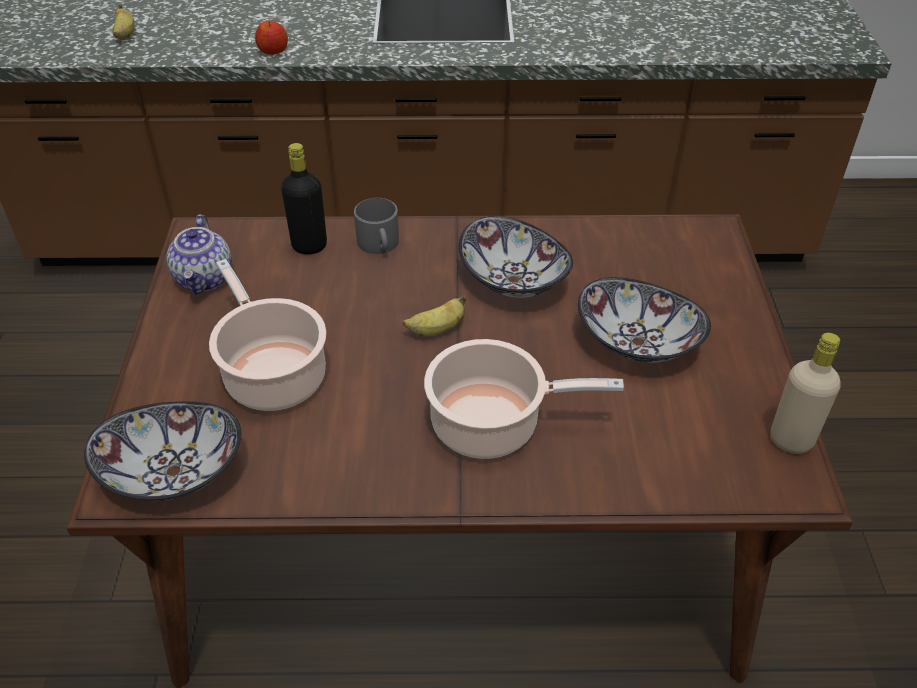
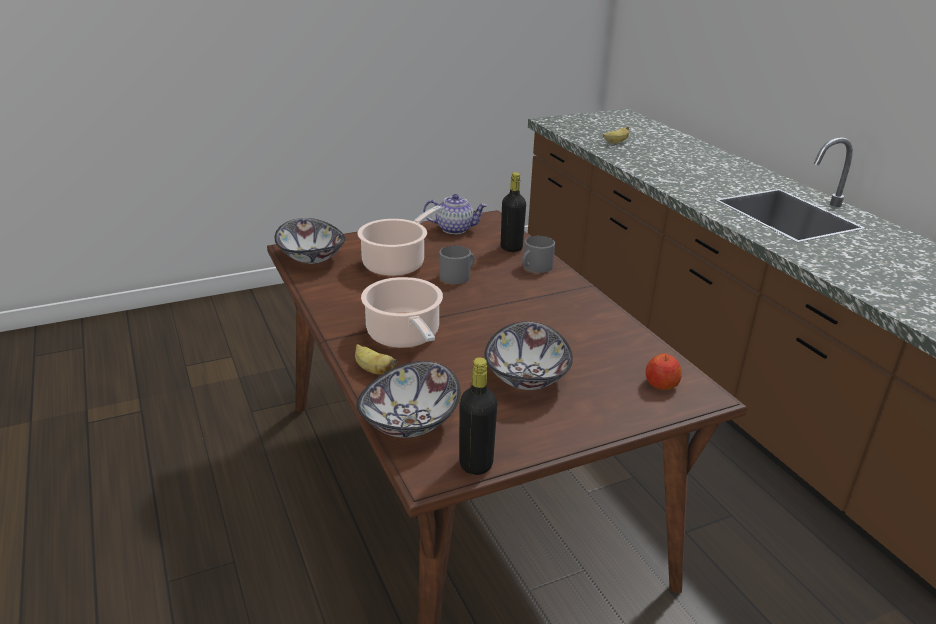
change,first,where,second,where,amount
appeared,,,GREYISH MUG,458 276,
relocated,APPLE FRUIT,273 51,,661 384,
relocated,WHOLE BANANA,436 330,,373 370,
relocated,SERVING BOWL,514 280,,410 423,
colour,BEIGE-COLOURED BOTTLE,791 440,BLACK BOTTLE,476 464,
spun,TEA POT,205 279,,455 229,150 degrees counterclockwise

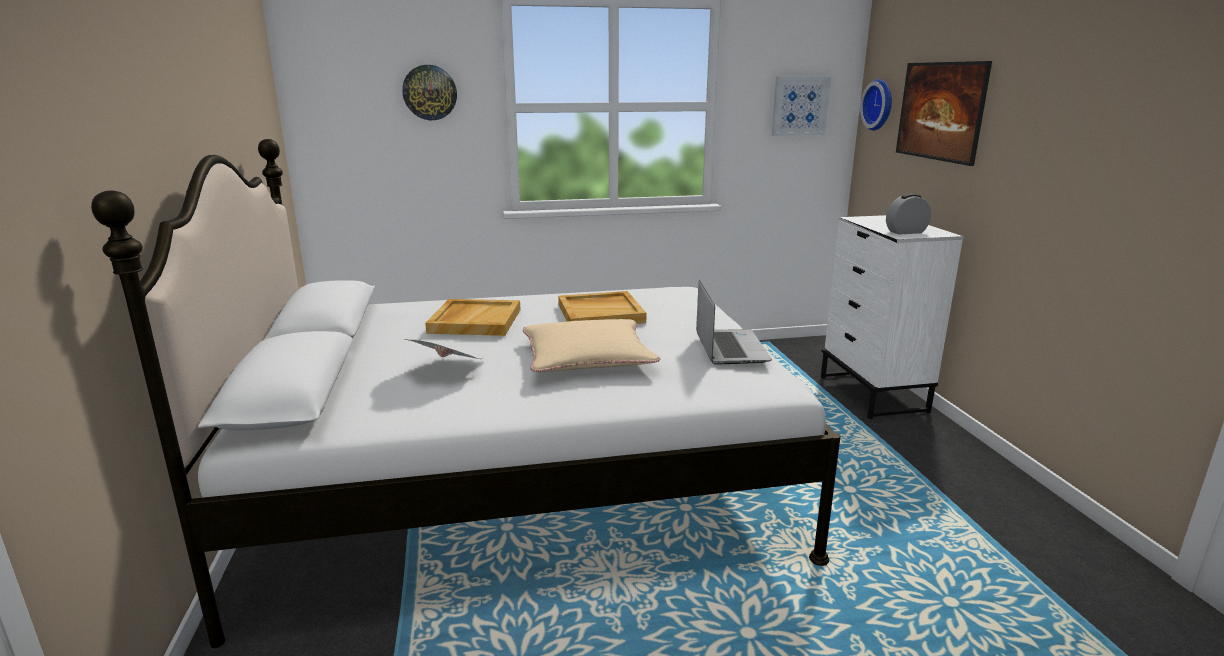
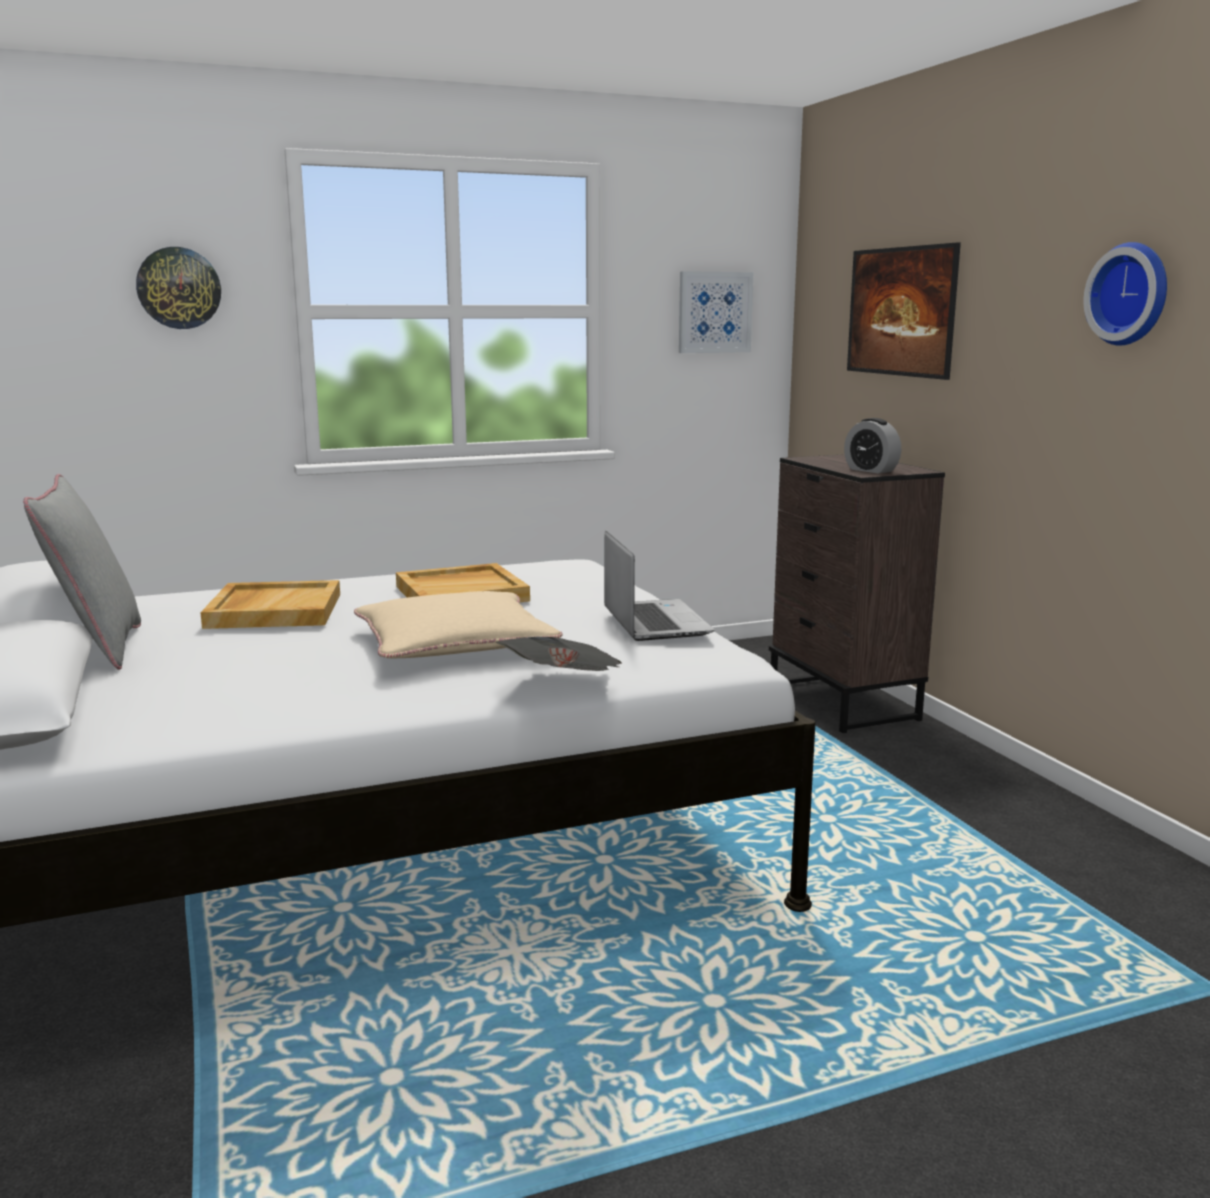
change,first,where,second,where,amount
appeared,,,GREYISH PILLOW,98 648,
relocated,NEWSPAPER,448 370,,564 688,
relocated,CLOCK ON THE WALL,880 104,,1132 294,
colour,WHITE-COLOURED CHEST OF DRAWERS,873 394,BROWN-COLOURED CHEST OF DRAWERS,843 703,
spun,ALARM CLOCK,906 232,,871 470,105 degrees counterclockwise

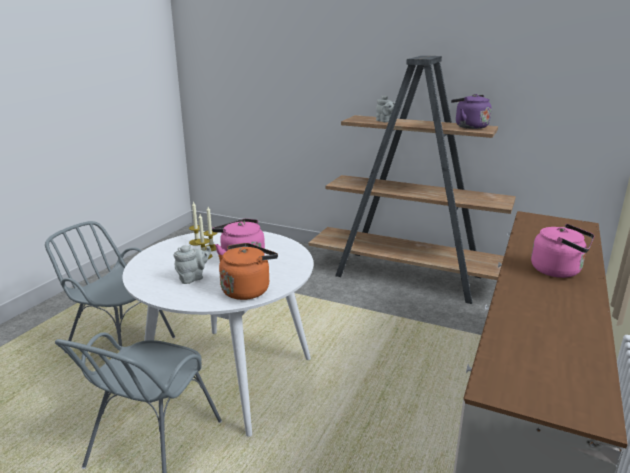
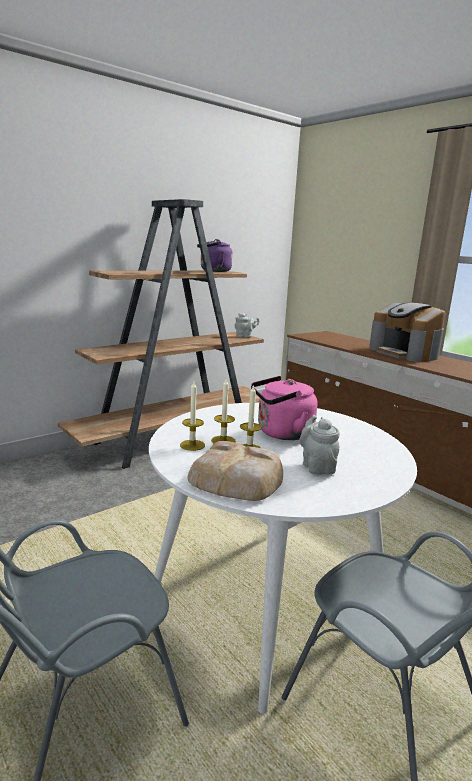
change,first,where,second,where,amount
missing,ORANGE TEA KETTLE,247 290,,,
appeared,,,BREAD,238 479,
relocated,GREYISH TEA POT,385 121,,245 336,
exchanged,PINK-COLOURED TEA KETTLE,558 271,COFFEE MAKER,404 353,

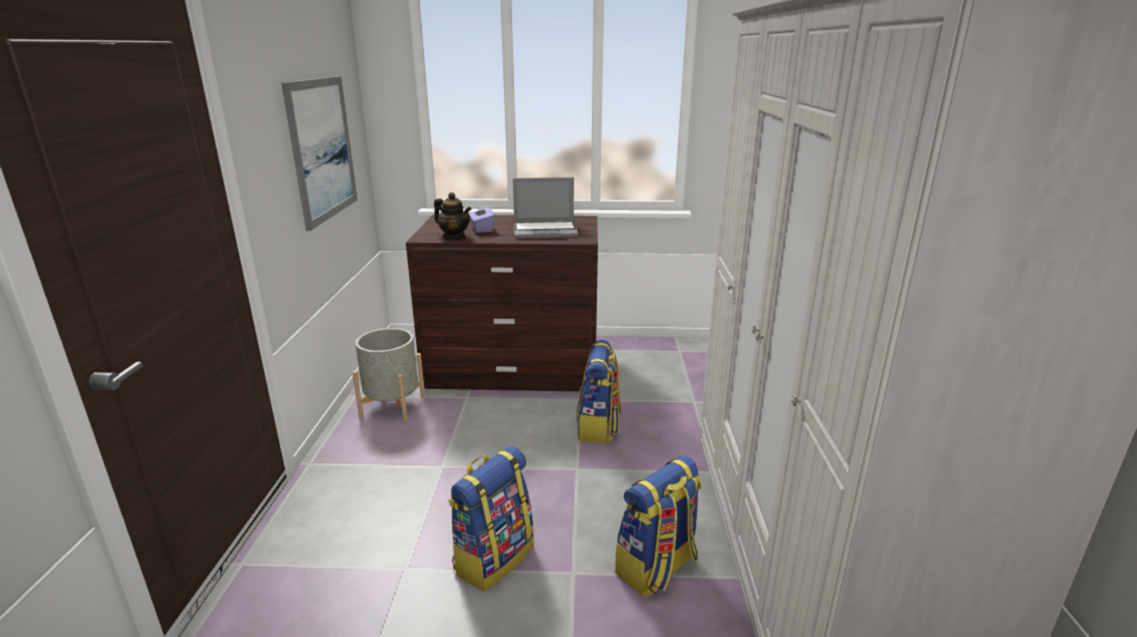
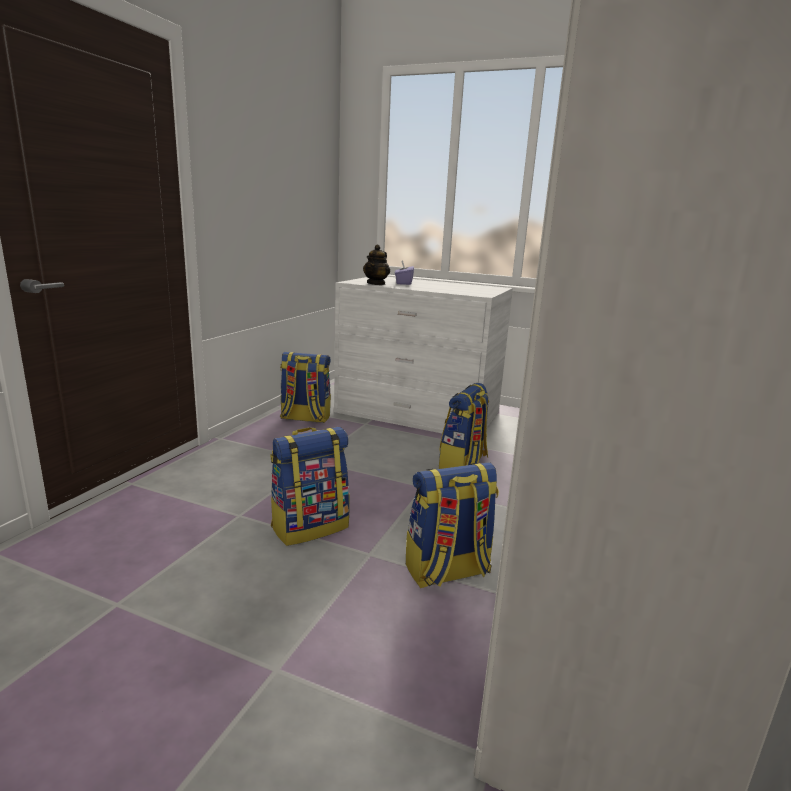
change,first,where,second,where,amount
missing,WALL PICTURE,322 149,,,
missing,PORTABLE COMPUTER,546 231,,,
exchanged,GREYISH PLANT POT,393 406,KNAPSACK,305 418,
colour,BROWN-COLOURED CHEST OF DRAWERS,513 365,WHITE-COLOURED CHEST OF DRAWERS,418 411,
spun,TEA POT,454 237,,376 284,60 degrees clockwise

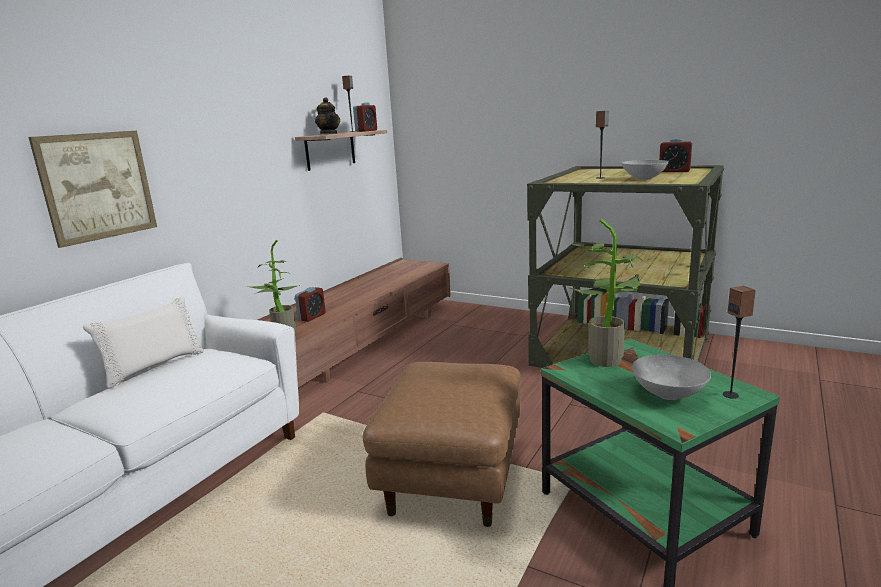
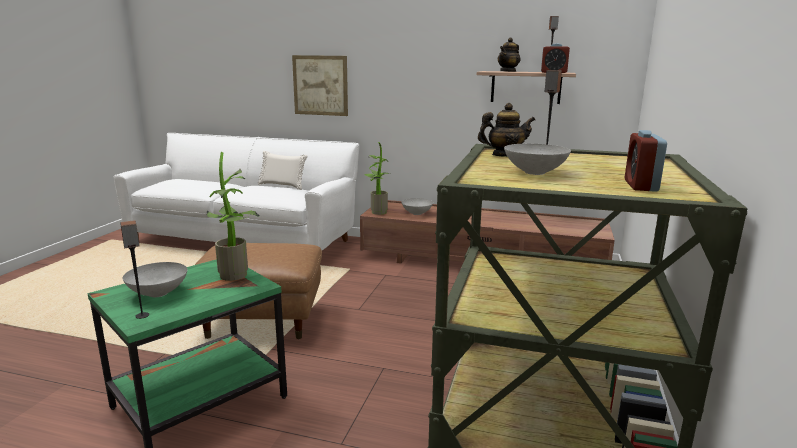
change,first,where,second,where,amount
appeared,,,TEA POT,504 155,
exchanged,ALARM CLOCK,312 317,GREYISH SERVING BOWL,417 213,

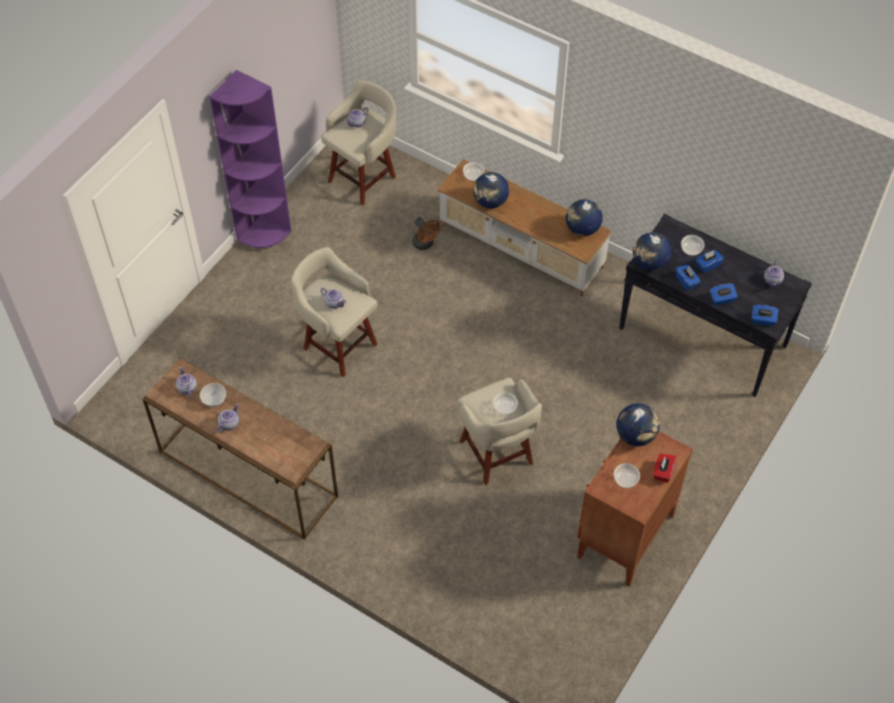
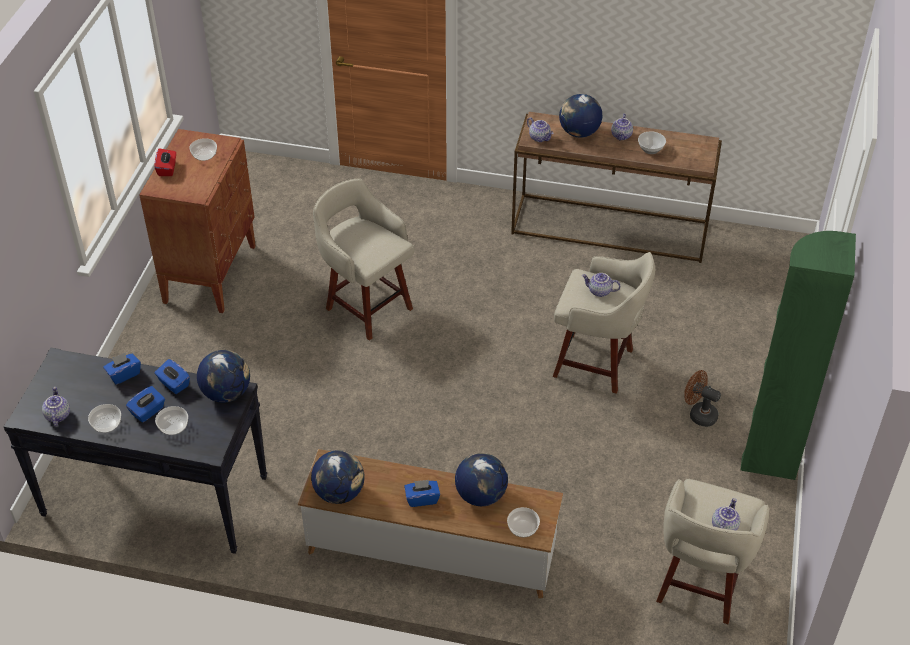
change,first,where,second,where,amount
relocated,TEA POT,186 388,,540 137,
relocated,BROWN-COLOURED COOLING FAN,425 244,,698 414,
relocated,SERVING BOWL,505 407,,106 424,
relocated,WORLD GLOBE,636 435,,579 133,
relocated,BLUE BOX OF TISSUES,763 320,,422 499,
colour,PURPLE BOOKCASE,264 237,GREENISH BOOKCASE,770 461,

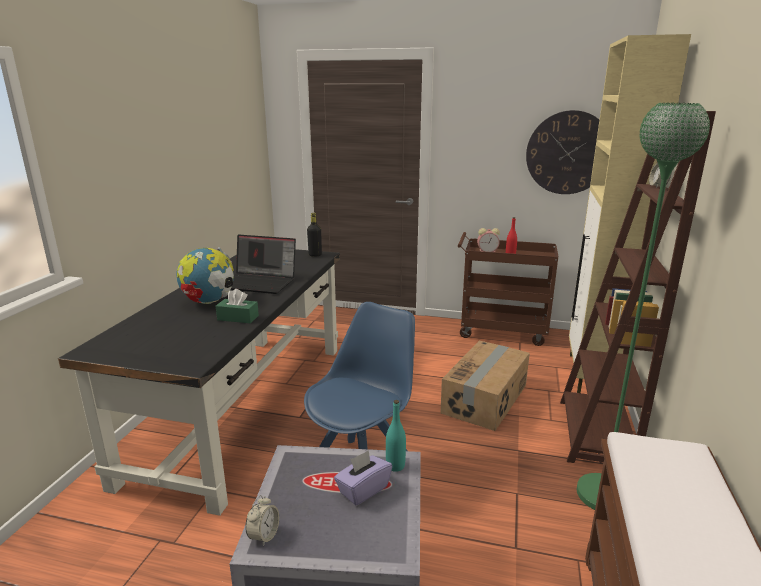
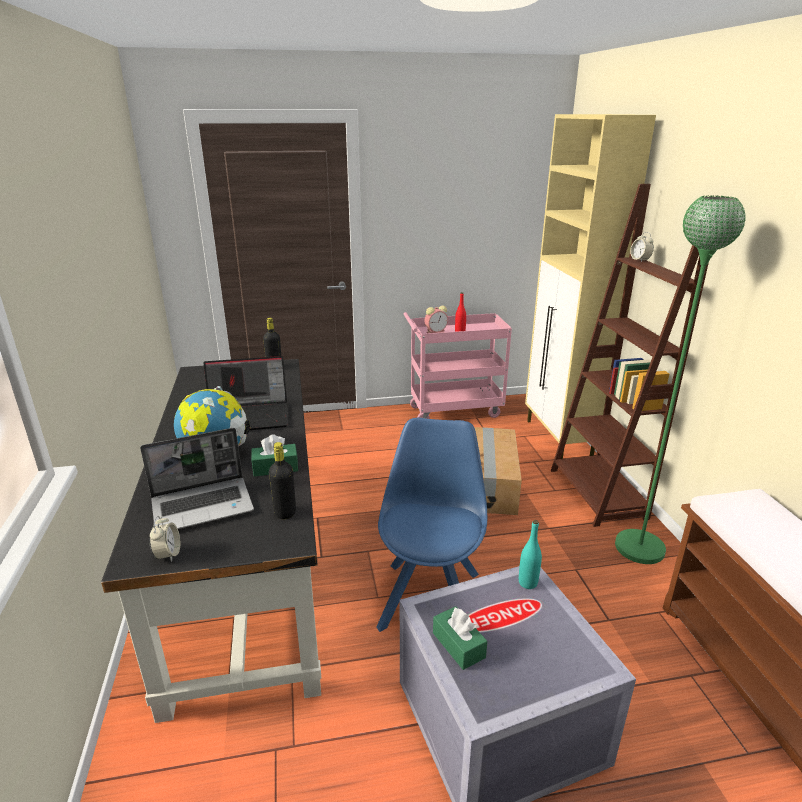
change,first,where,second,where,amount
missing,PURPLE BOX OF TISSUES,363 489,,,
missing,CLOCK ON THE WALL,568 153,,,
appeared,,,PORTABLE COMPUTER,203 505,
appeared,,,BLACK BOTTLE,285 513,
appeared,,,GREENISH BOX OF TISSUES,458 645,
relocated,ALARM CLOCK,264 536,,168 554,
colour,BROWN-COLOURED WHEELED CART,500 334,PINK-COLOURED WHEELED CART,452 412,

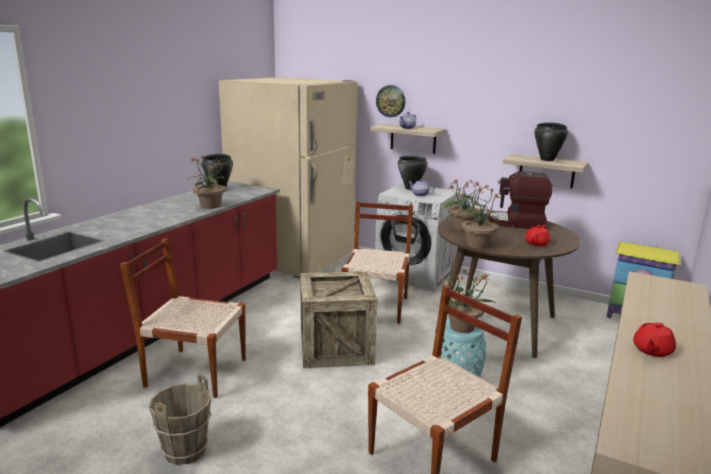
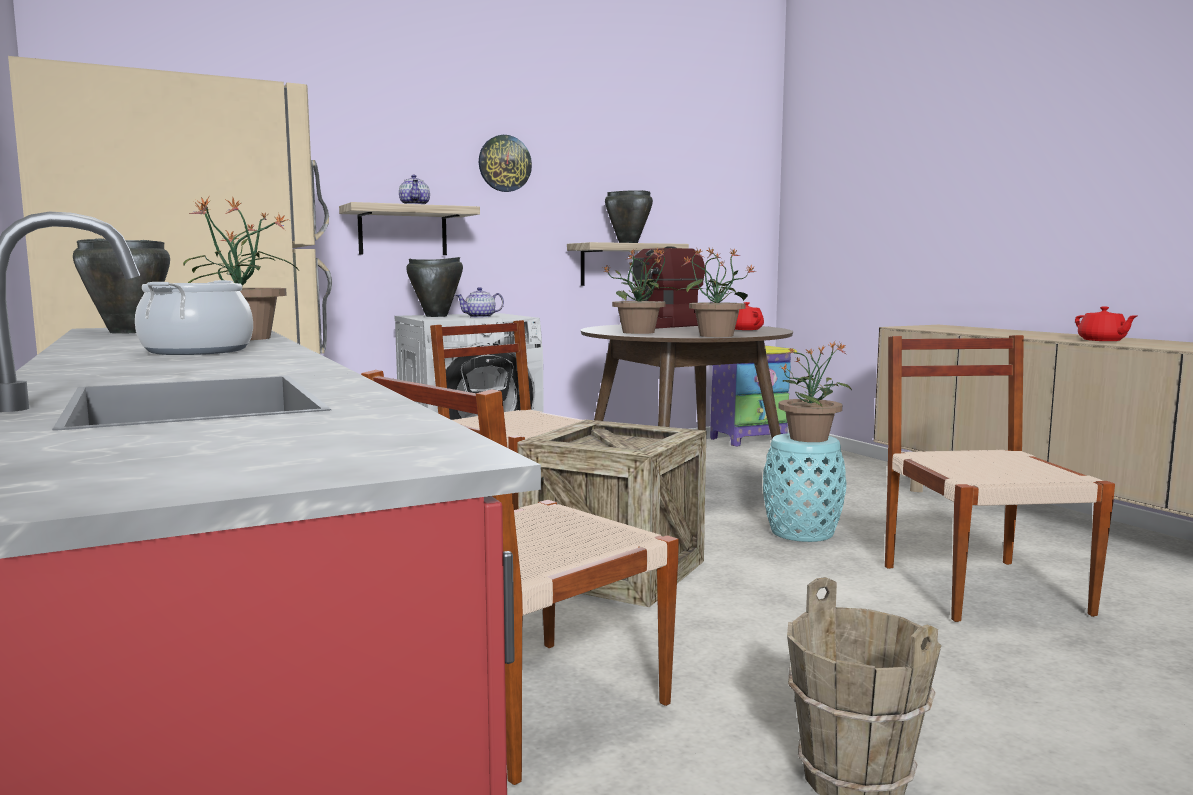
change,first,where,second,where,amount
appeared,,,SAUCEPOT,197 351,
relocated,CLOCK ON THE WALL,391 101,,504 163,

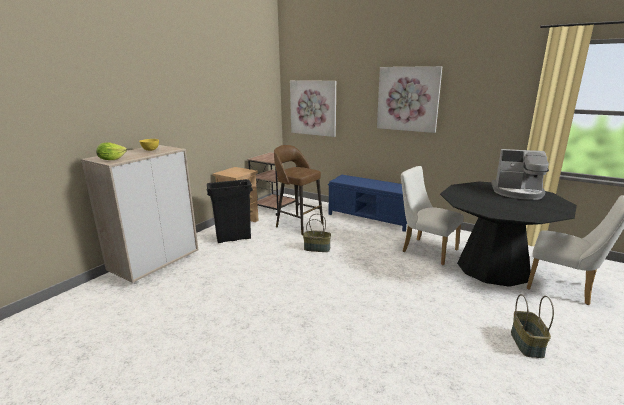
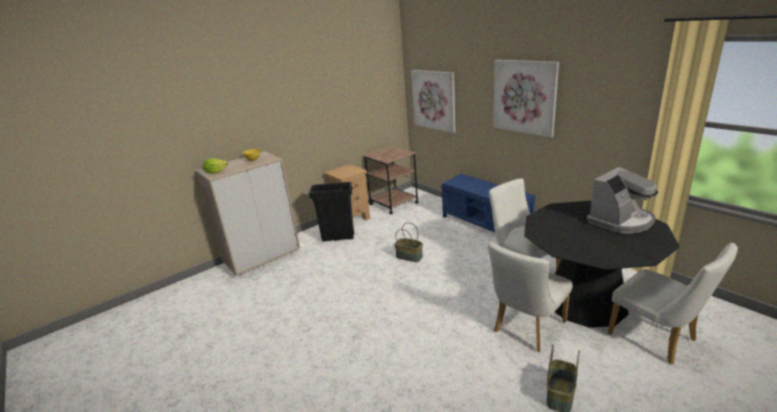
change,first,where,second,where,amount
missing,BROWN-COLOURED STOOL,298 225,,,
appeared,,,WHITE-COLOURED PLAIN CHAIR,526 329,
spun,COFFEE MAKER,517 192,,621 221,75 degrees counterclockwise

